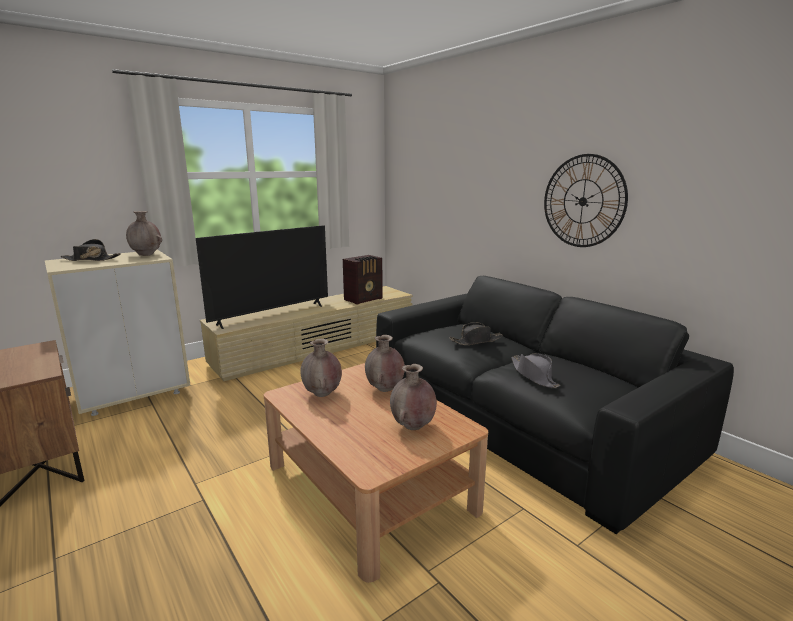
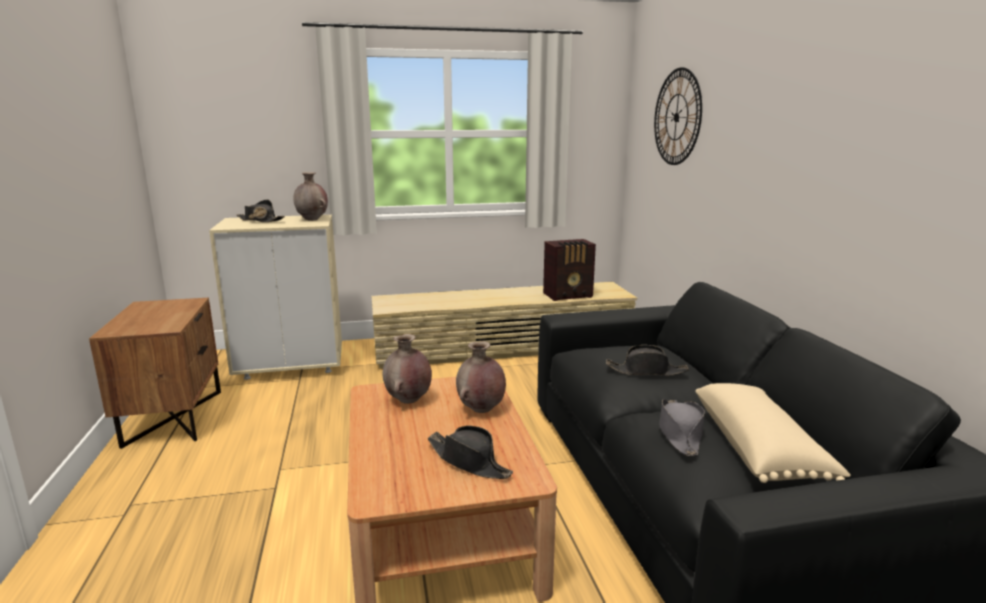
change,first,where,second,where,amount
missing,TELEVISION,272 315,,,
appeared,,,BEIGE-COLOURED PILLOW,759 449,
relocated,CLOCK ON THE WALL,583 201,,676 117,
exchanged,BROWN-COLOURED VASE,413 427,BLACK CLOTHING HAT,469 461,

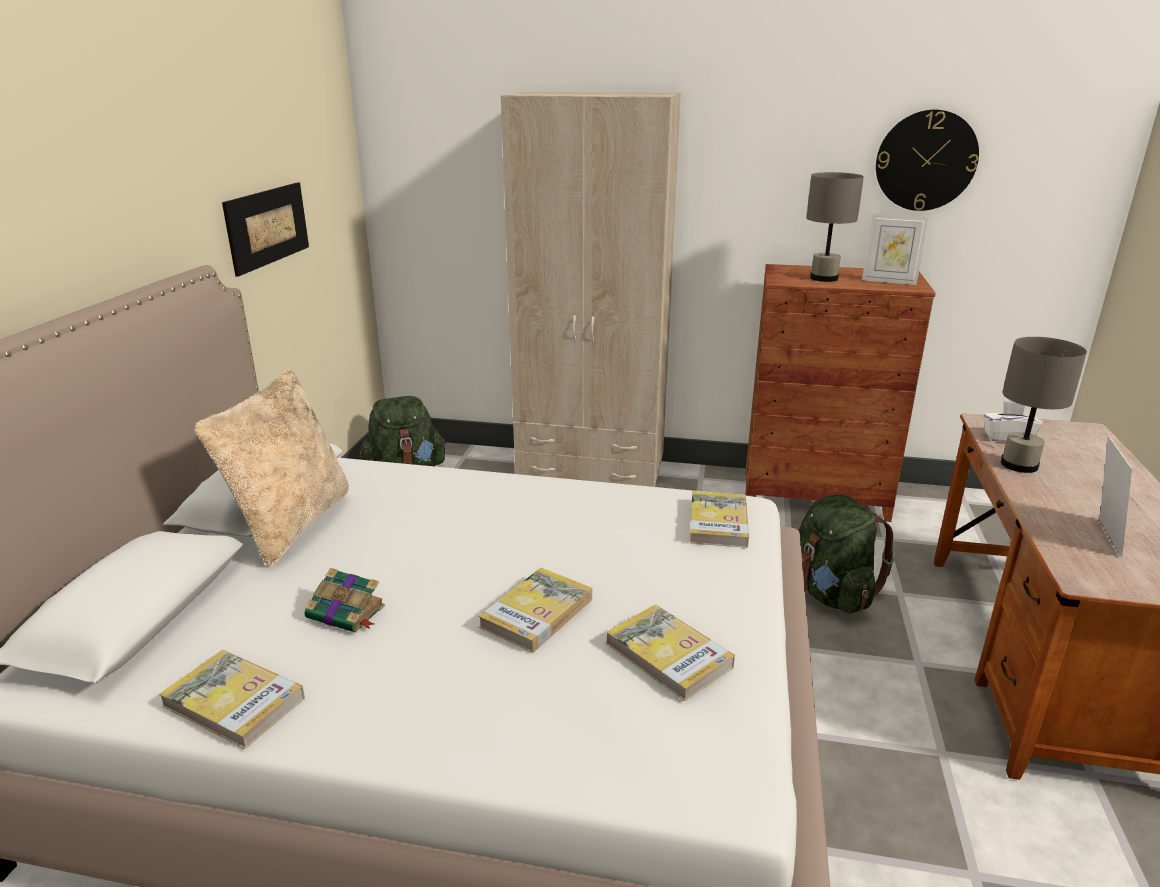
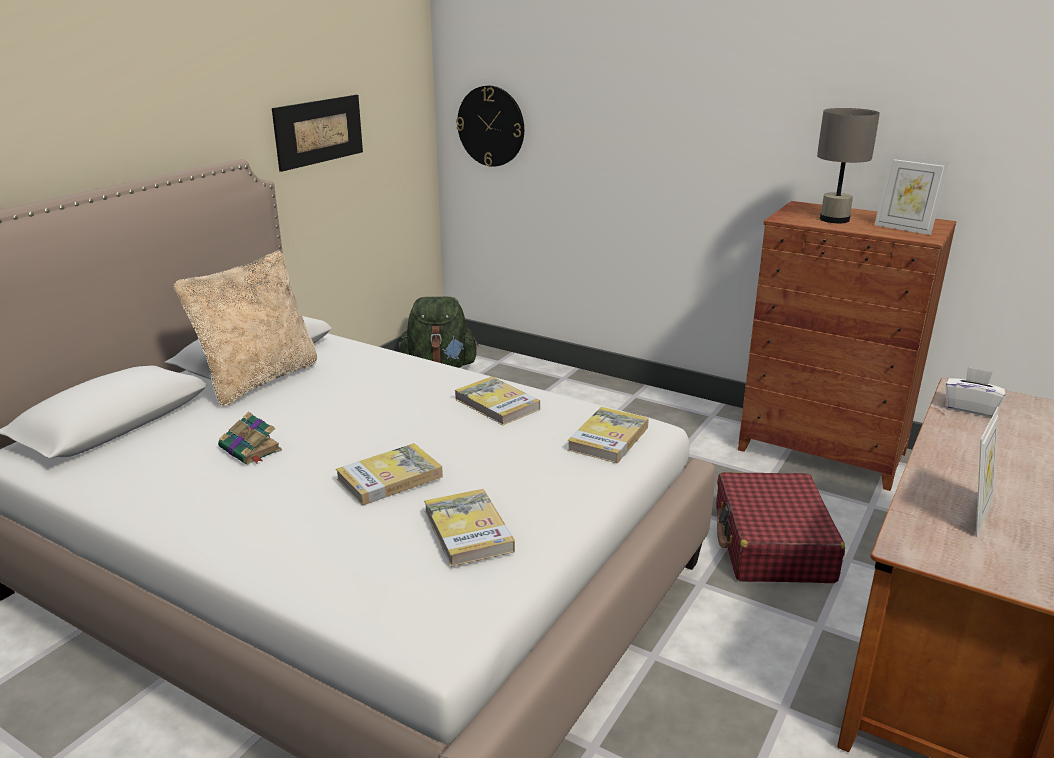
change,first,where,second,where,amount
missing,BEIGE-COLOURED WARDROBE,592 476,,,
missing,GREYISH TABLE LAMP,1018 465,,,
relocated,BOOK,234 702,,497 404,
relocated,CLOCK ON THE WALL,926 161,,491 126,
exchanged,GREENISH KNAPSACK,831 593,RED SUITCASE,772 544,

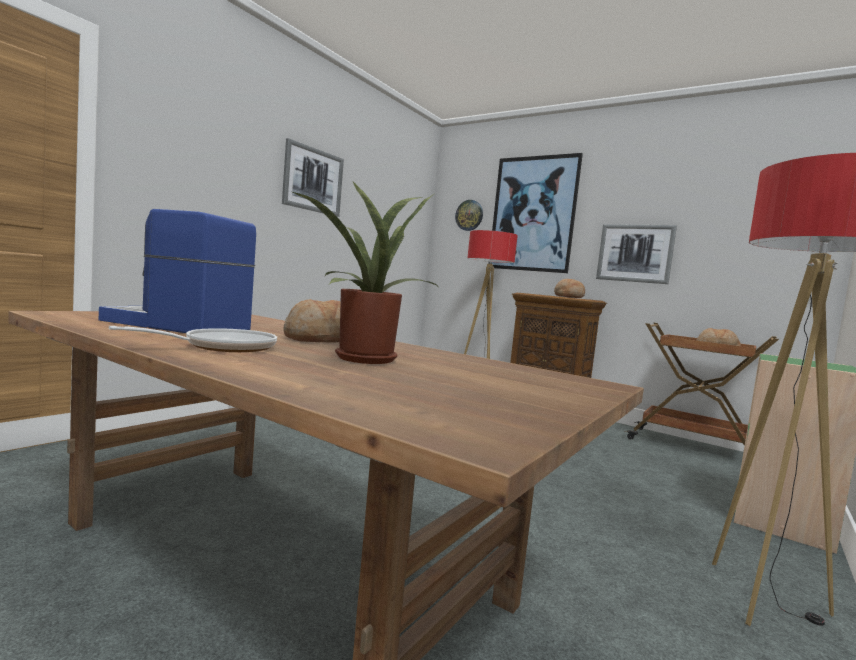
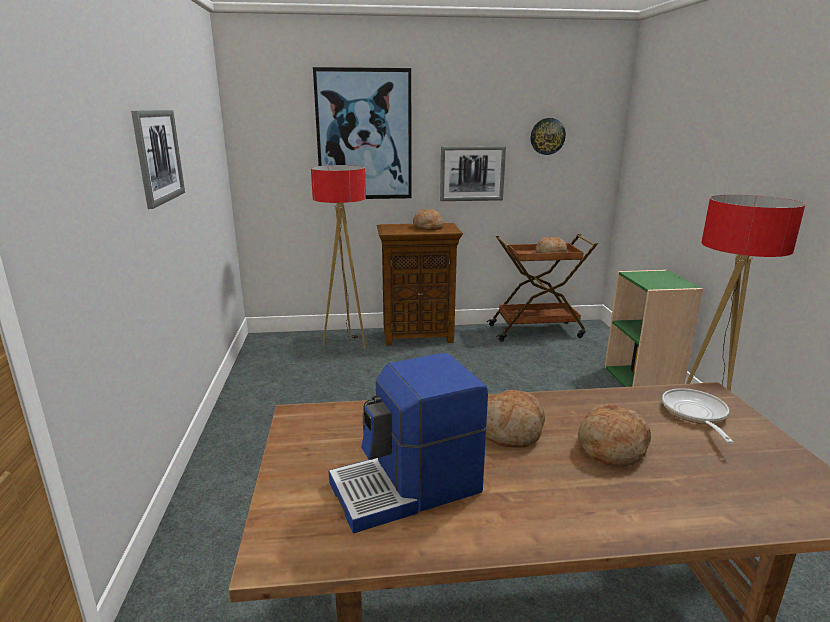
change,first,where,second,where,amount
relocated,FRYING PAN,223 347,,695 414,
relocated,CLOCK ON THE WALL,469 215,,547 136,
exchanged,HOUSEPLANT,363 358,BREAD,611 447,

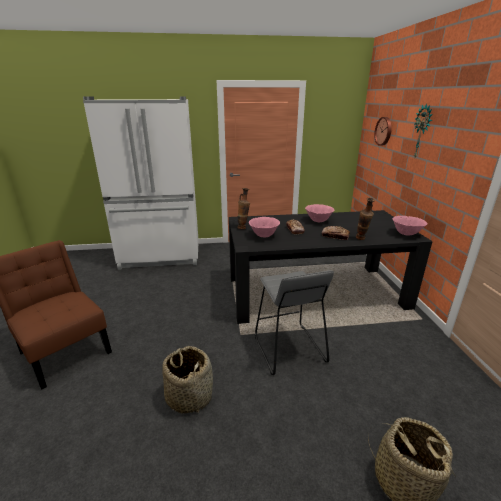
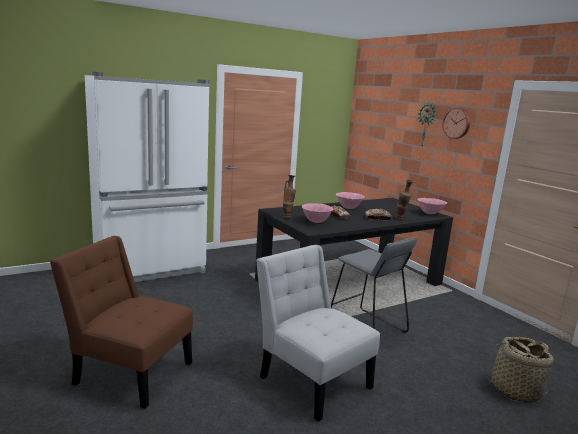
change,first,where,second,where,amount
relocated,CLOCK ON THE WALL,384 131,,457 123,
exchanged,BASKET,189 396,WHITE-COLOURED PLAIN CHAIR,311 379,

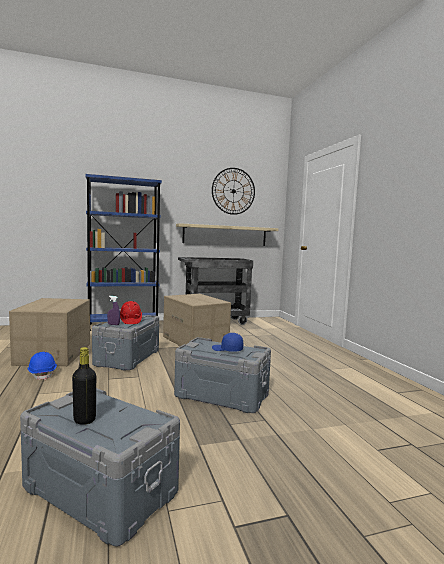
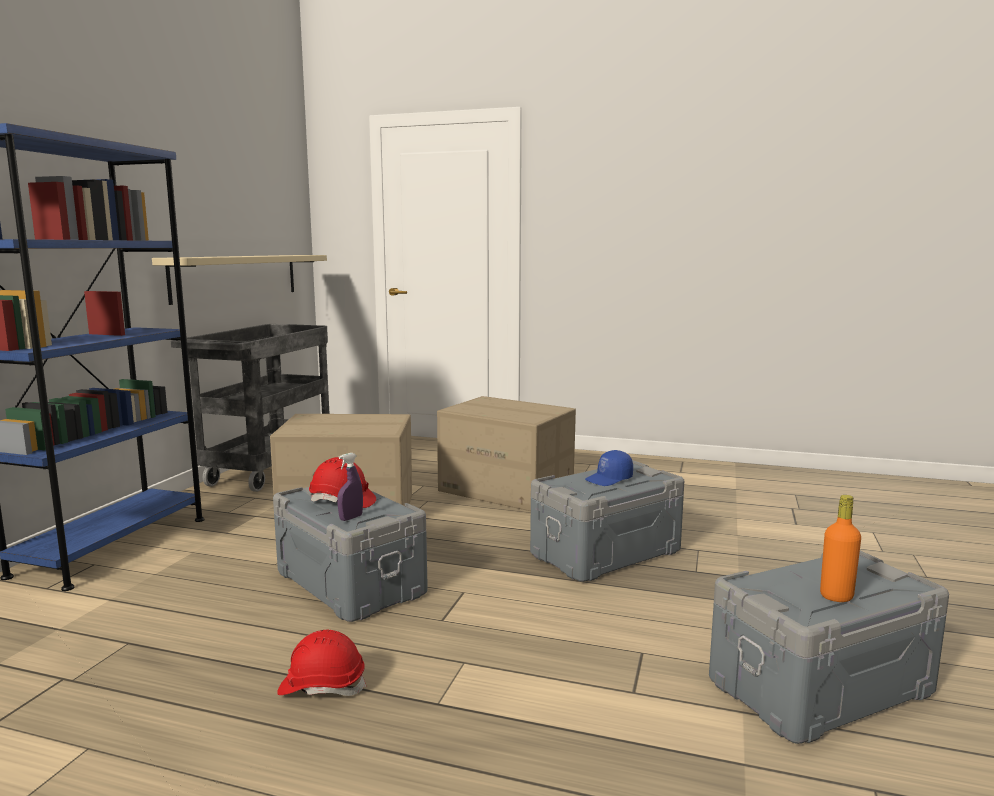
change,first,where,second,where,amount
missing,CLOCK ON THE WALL,233 191,,,
relocated,PACKING BOX,54 354,,507 489,
colour,BLUE SAFETY HELMET,42 374,RED SAFETY HELMET,322 686,
colour,BLACK BOTTLE,84 420,ORANGE BOTTLE,836 596,

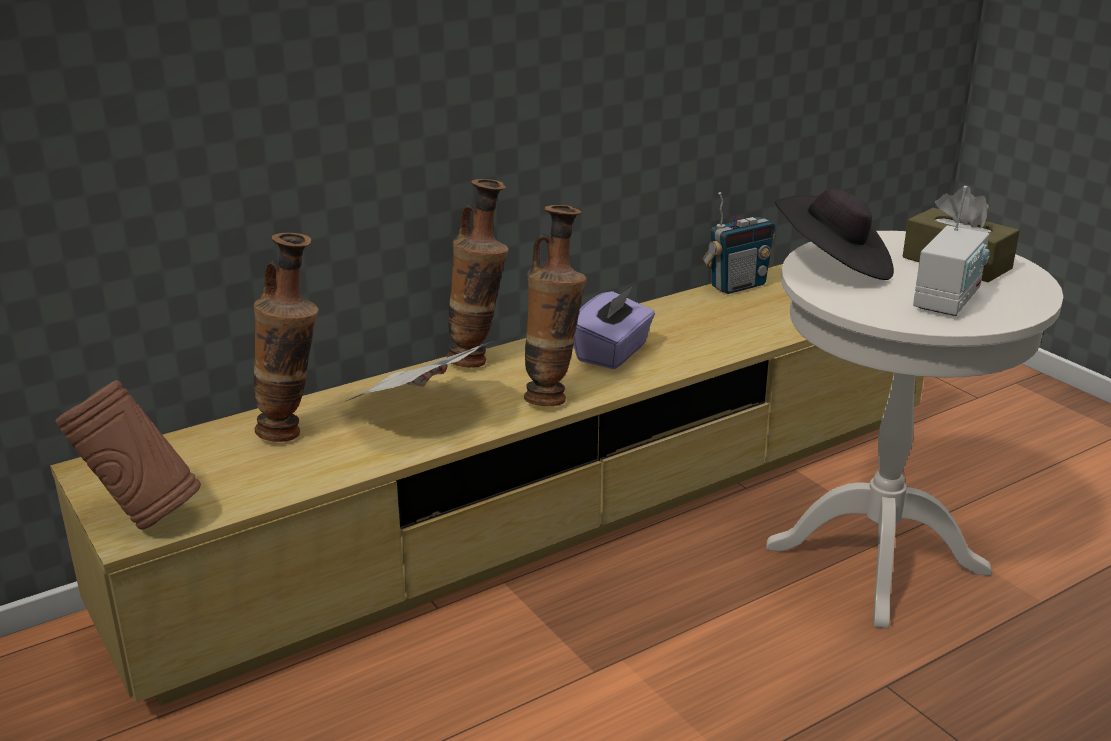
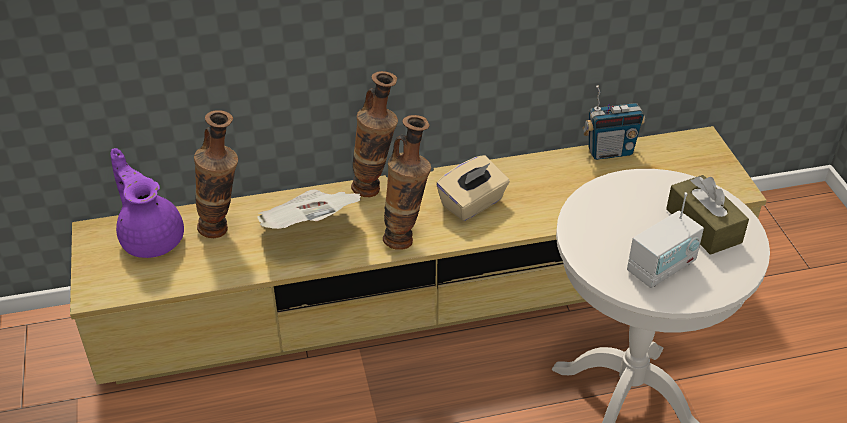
change,first,where,second,where,amount
missing,BROWN-COLOURED VASE,140 516,,,
missing,BLACK CLOTHING HAT,833 266,,,
appeared,,,PURPLE TEA POT,152 238,
colour,PURPLE BOX OF TISSUES,613 353,BEIGE-COLOURED BOX OF TISSUES,472 204,

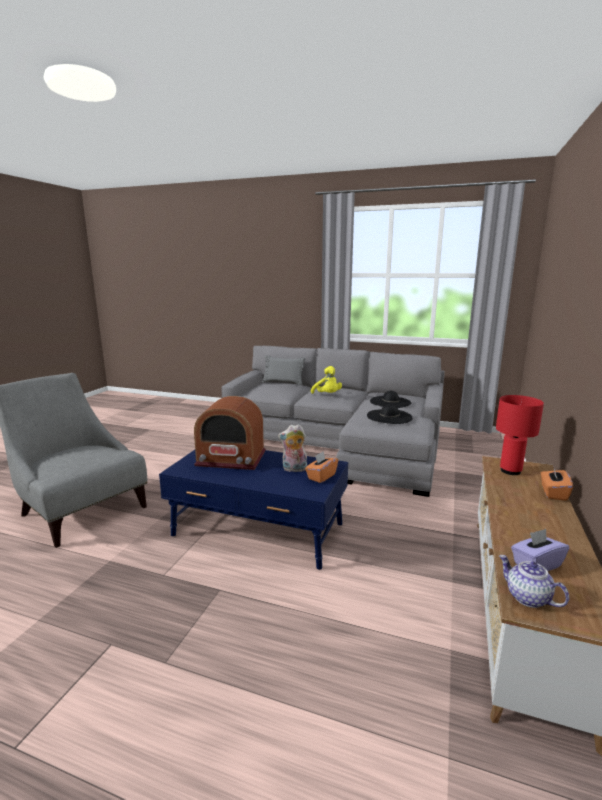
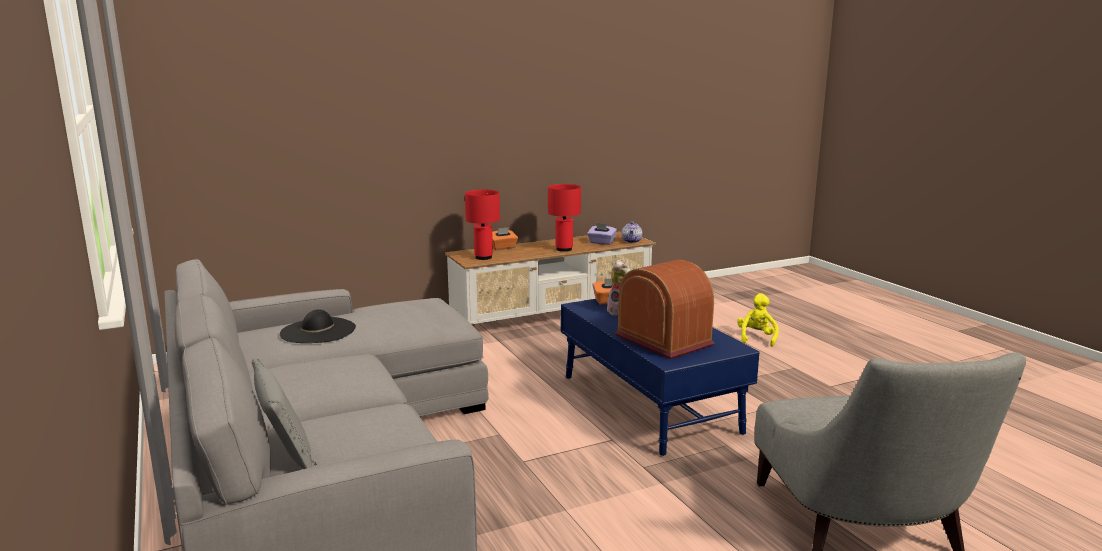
change,first,where,second,where,amount
missing,BLACK CLOTHING HAT,389 416,,,
appeared,,,RED TABLE LAMP,564 249,
relocated,YELLOWISH PLUSH TOY,327 395,,756 338,

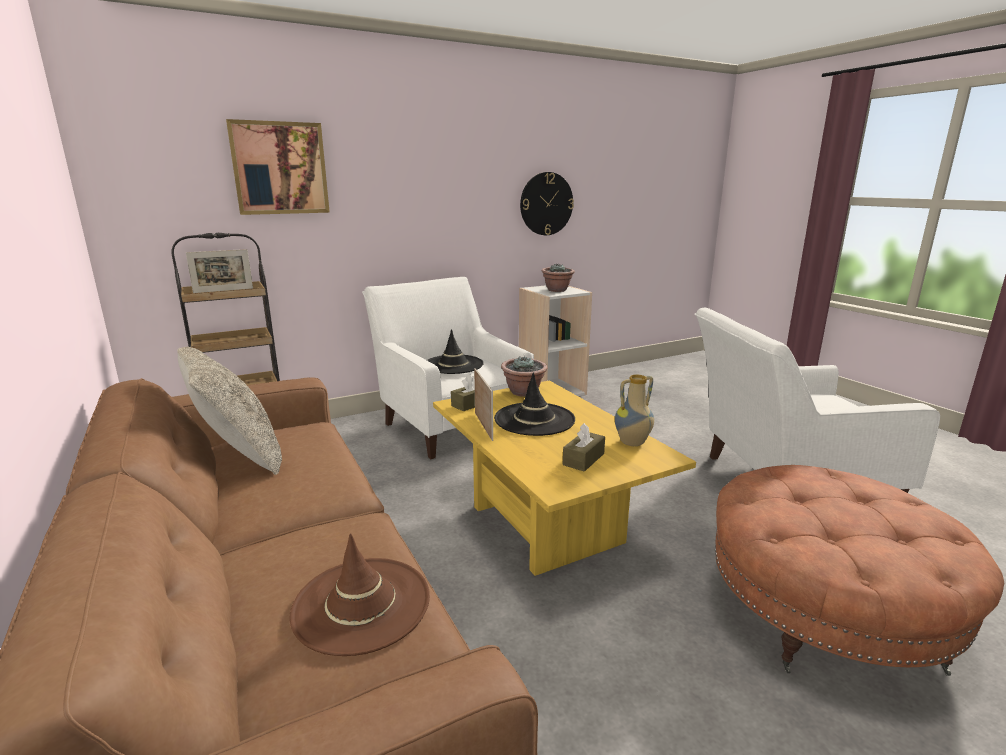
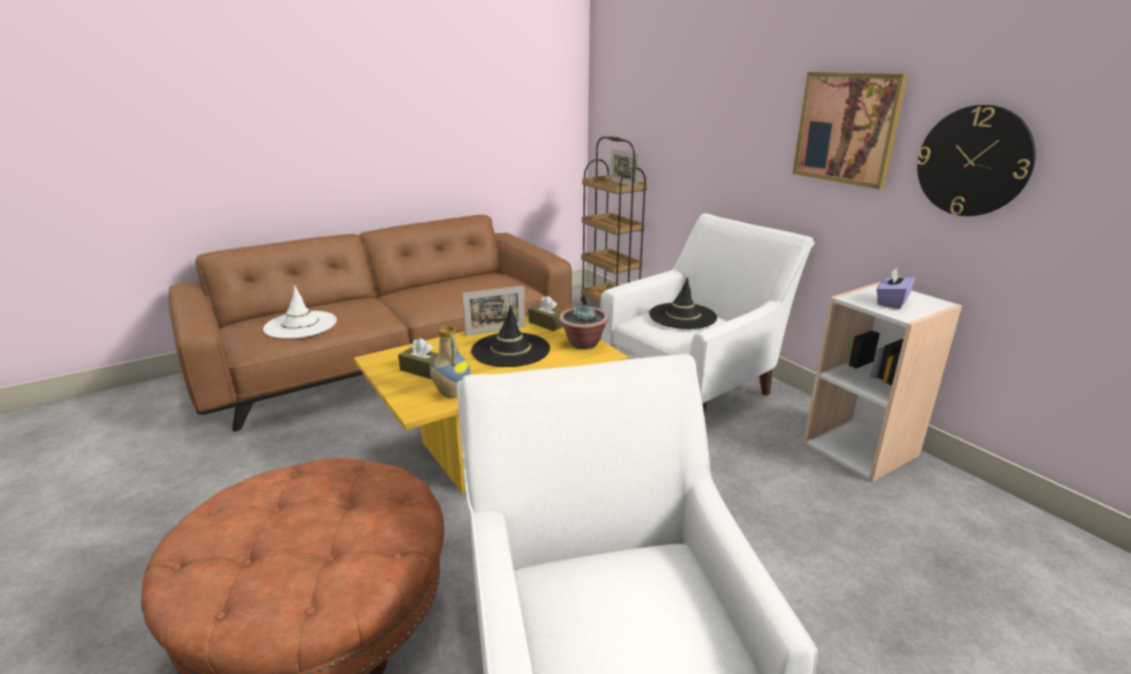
change,first,where,second,where,amount
missing,BEIGE-COLOURED PILLOW,238 457,,,
relocated,WALL PICTURE,280 168,,847 128,
exchanged,HOUSEPLANT,557 290,PURPLE BOX OF TISSUES,891 302,
colour,BROWN-COLOURED CLOTHING HAT,361 604,WHITE-COLOURED CLOTHING HAT,300 325,

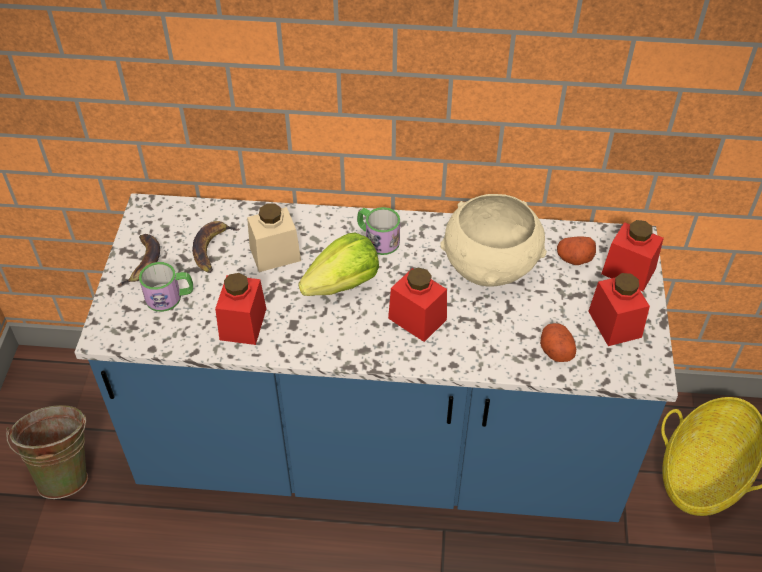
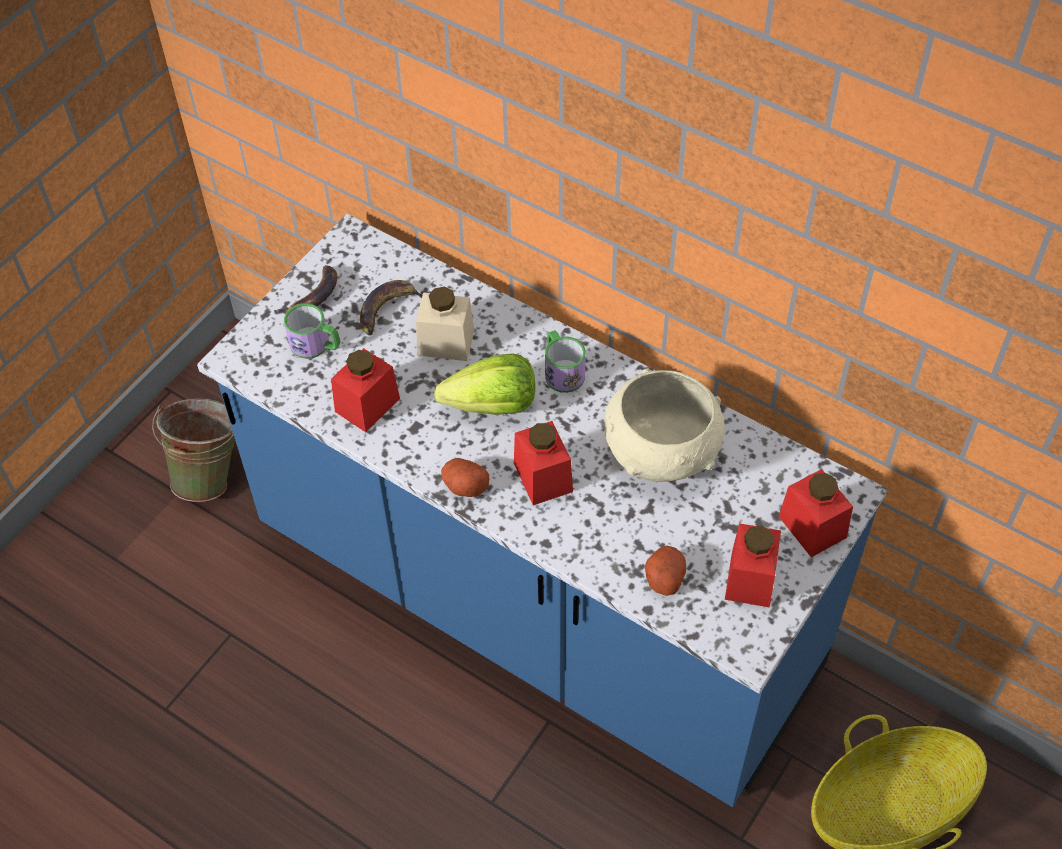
change,first,where,second,where,amount
relocated,WHOLE POTATO,574 258,,464 485,

